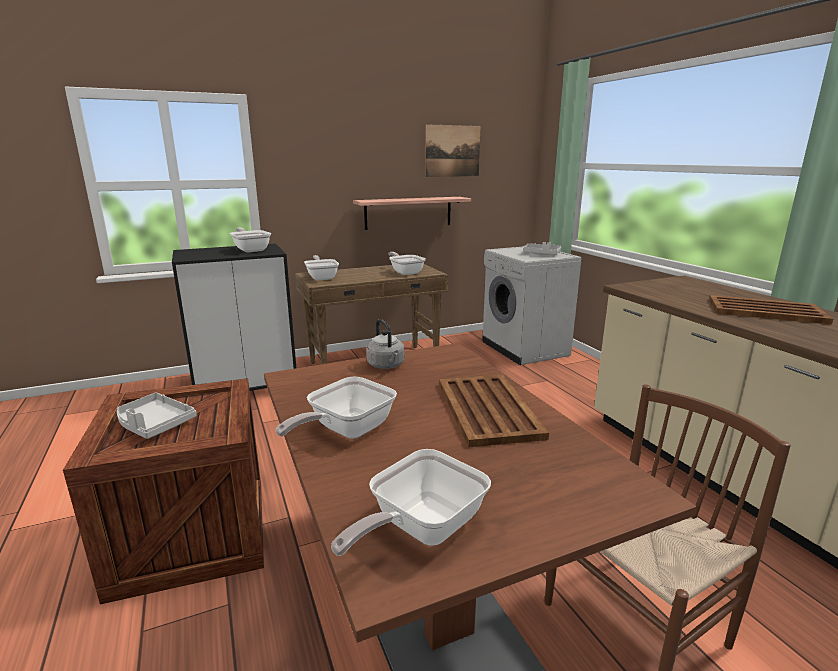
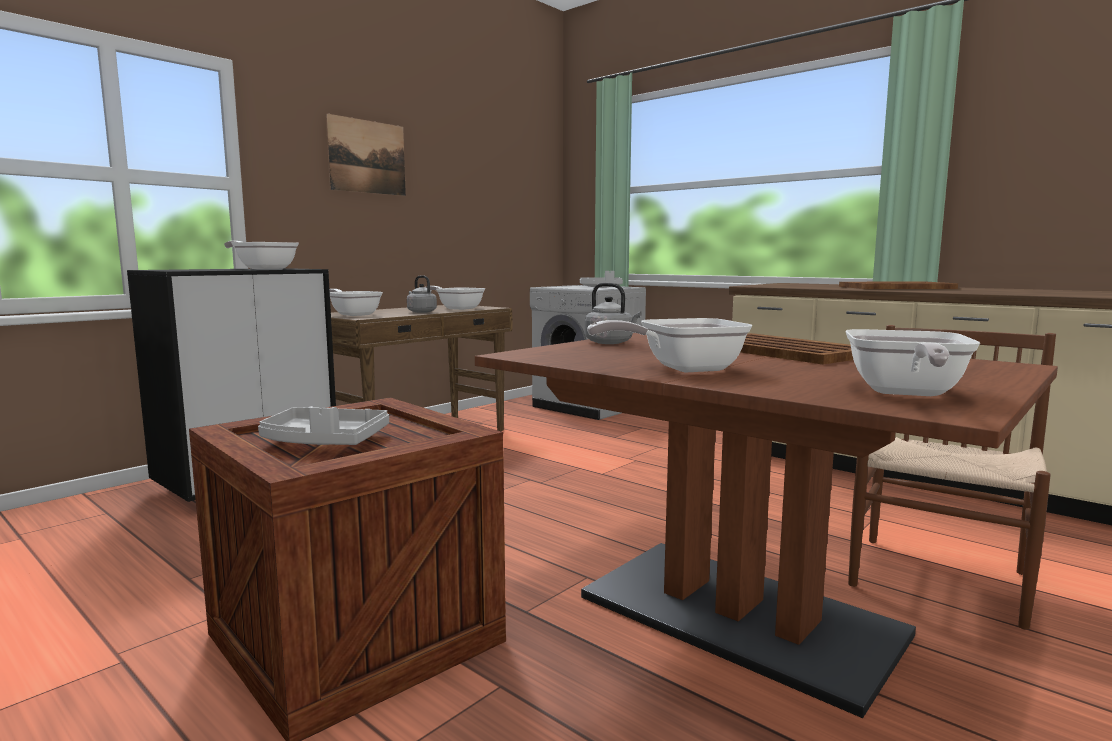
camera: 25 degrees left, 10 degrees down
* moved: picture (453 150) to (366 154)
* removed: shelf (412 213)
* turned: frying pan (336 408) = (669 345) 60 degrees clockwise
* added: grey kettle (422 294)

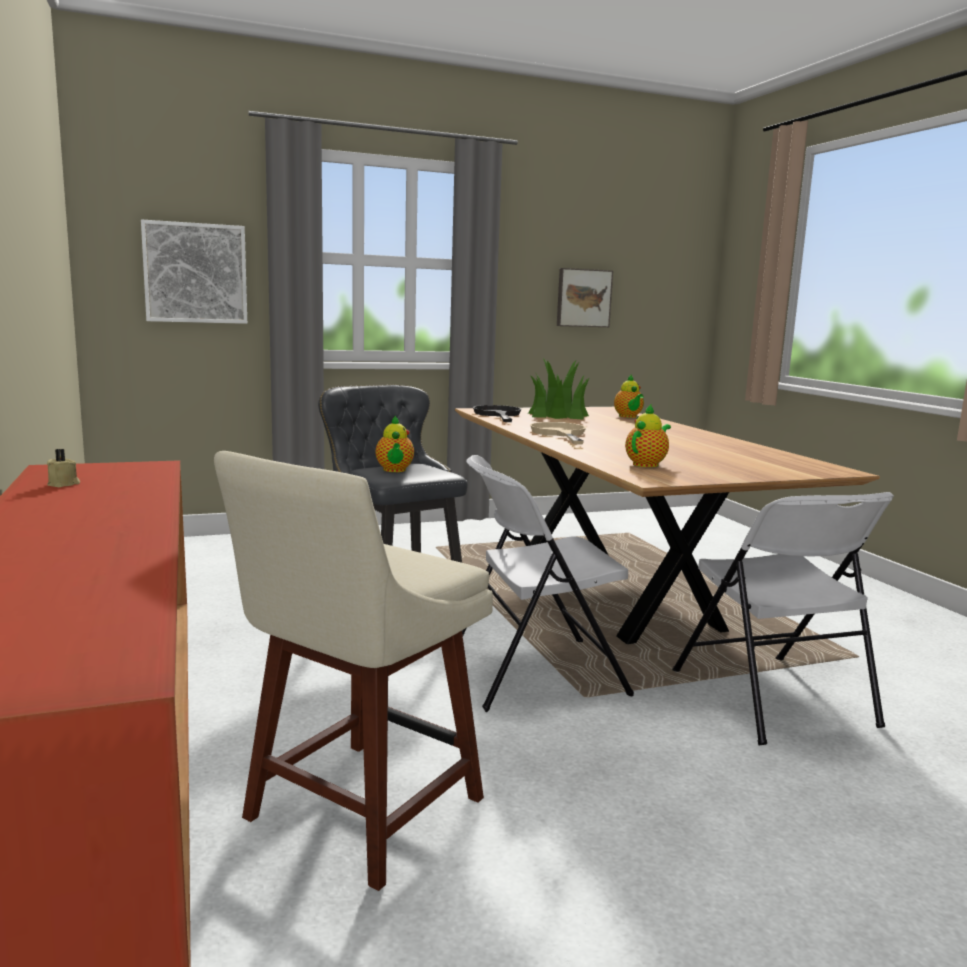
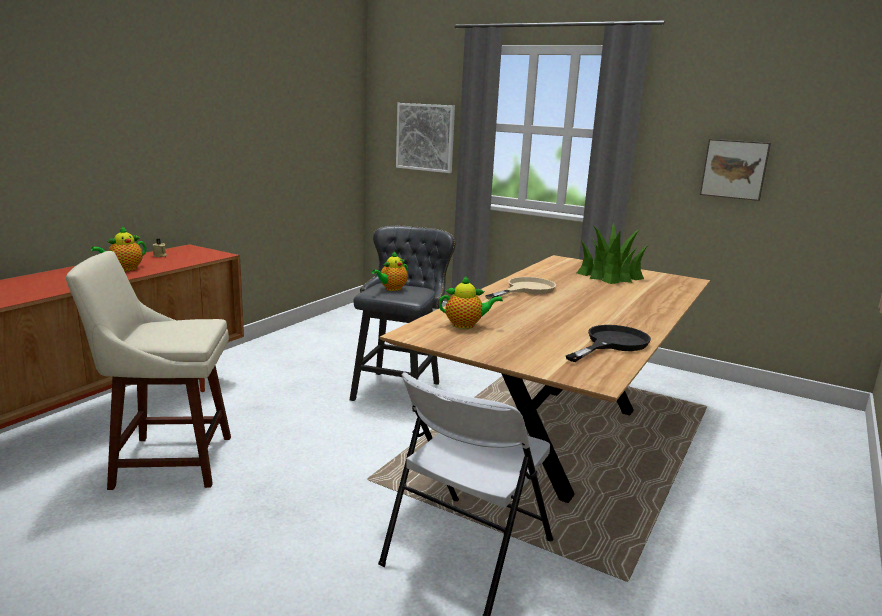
camera: 50 degrees right, 5 degrees up
* moved: teapot (629 396) to (118 248)
* moved: black frying pan (497 413) to (608 343)
* removed: white chair (548 583)

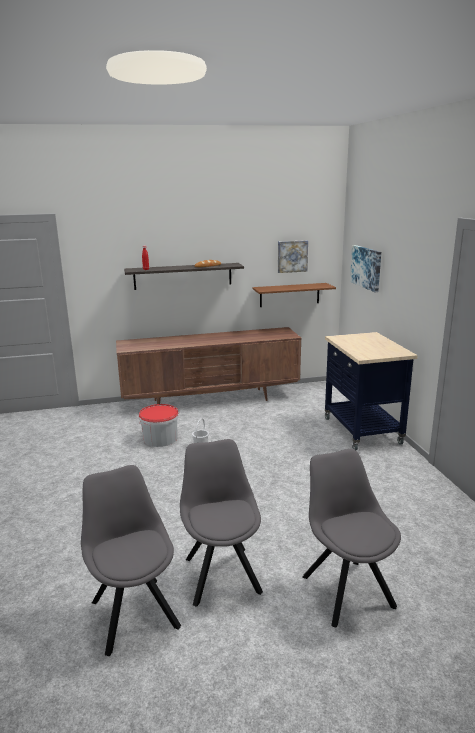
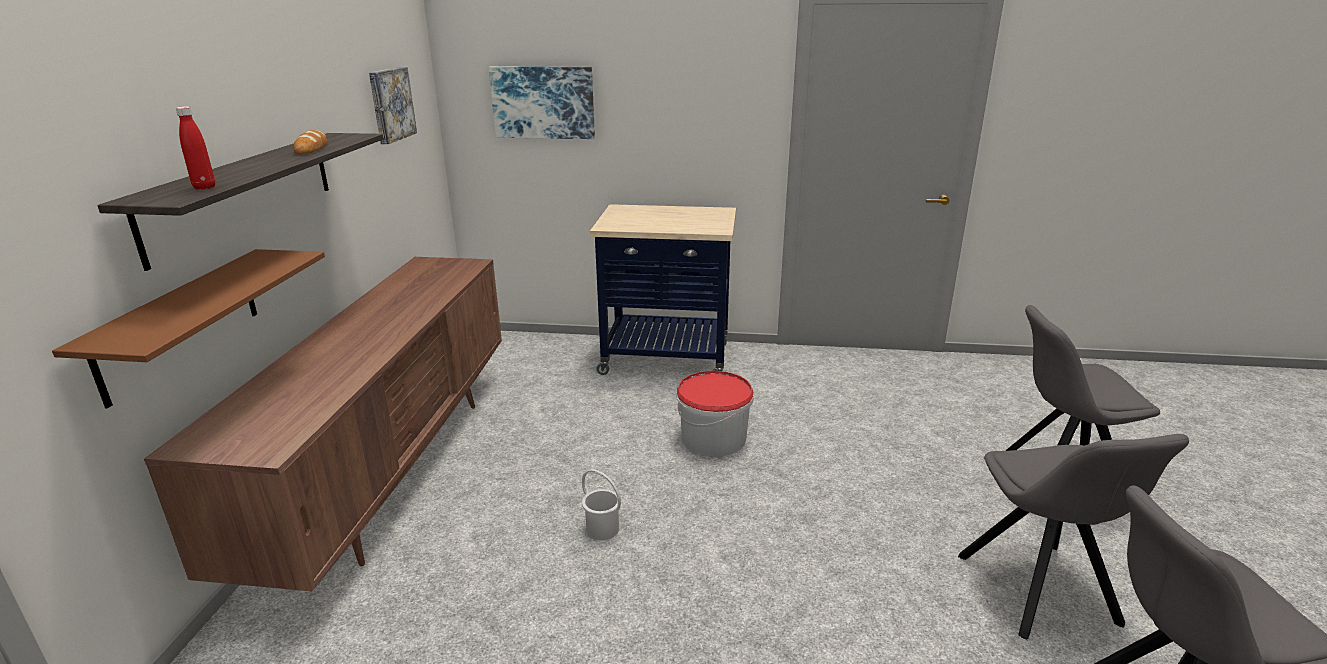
camera: 70 degrees left, 5 degrees up
* moved: brown shelf (294 295) to (188 328)
* moved: bucket (159 425) to (715 414)
* turned: grey chair (221 523) = (1073 537) 105 degrees counterclockwise

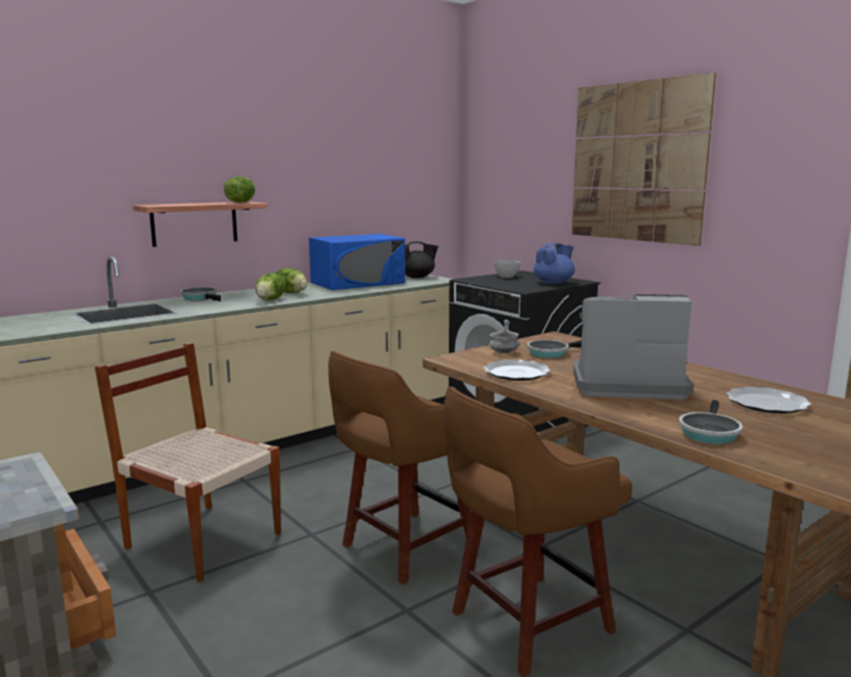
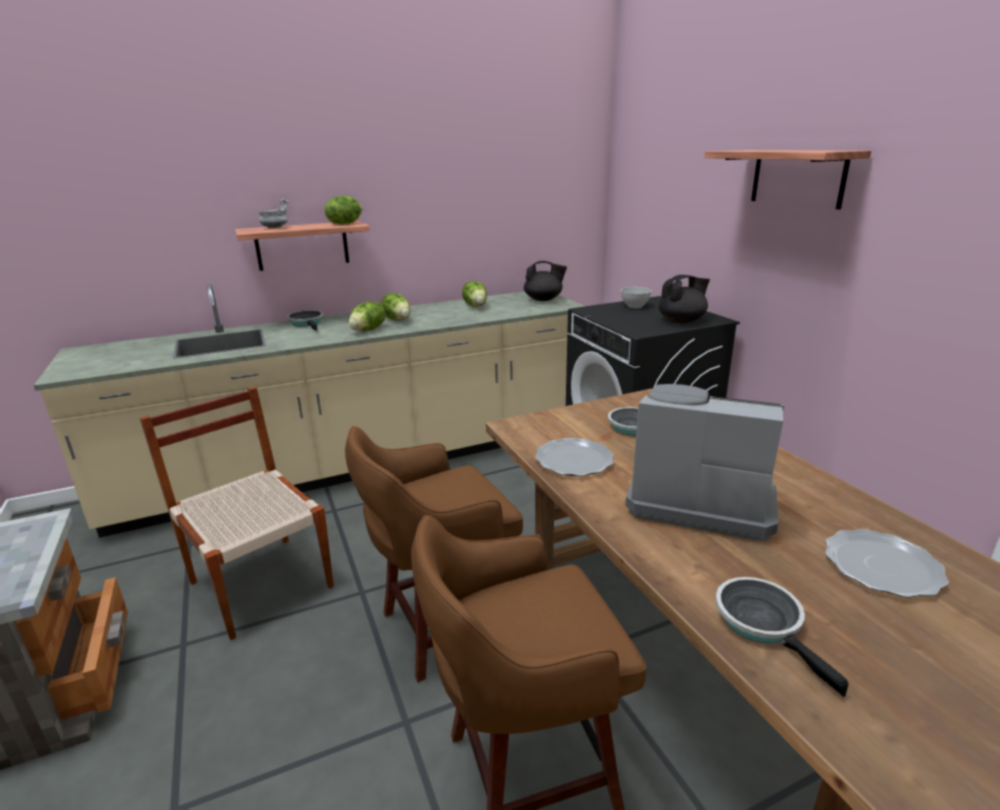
camera: 15 degrees right, 10 degrees up
* replaced: picture (644 159) to shelf (787 179)
* replaced: blue microwave (357 262) to lettuce (474 294)
* recoloured: blue teapot (554 263) to black teapot (684 299)
* moved: grey bowl (504 337) to (273 213)
* turned: frying pan (711 422) = (782 637) 120 degrees clockwise

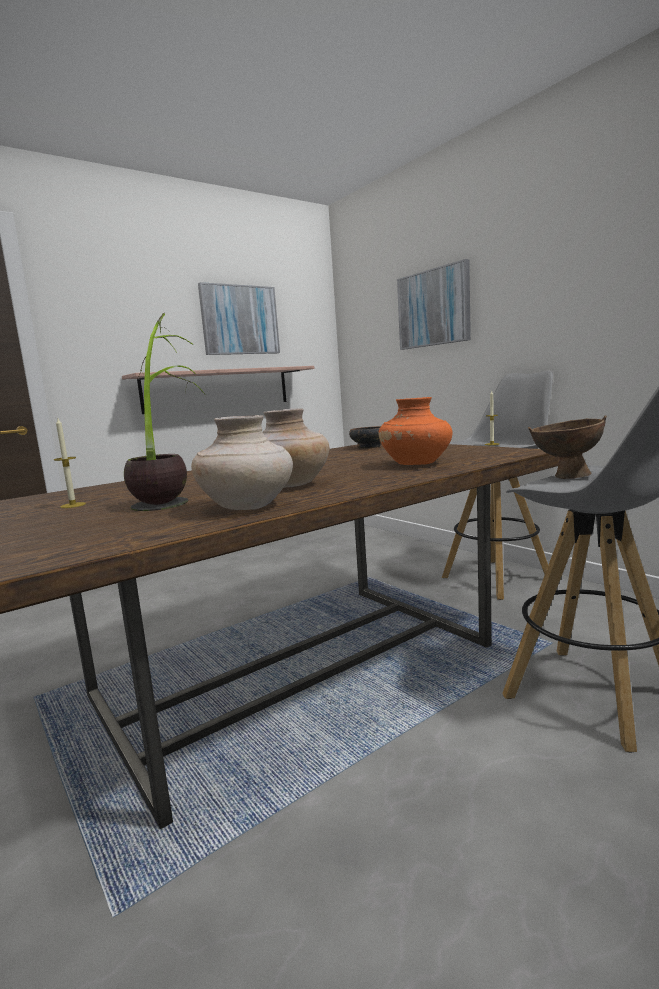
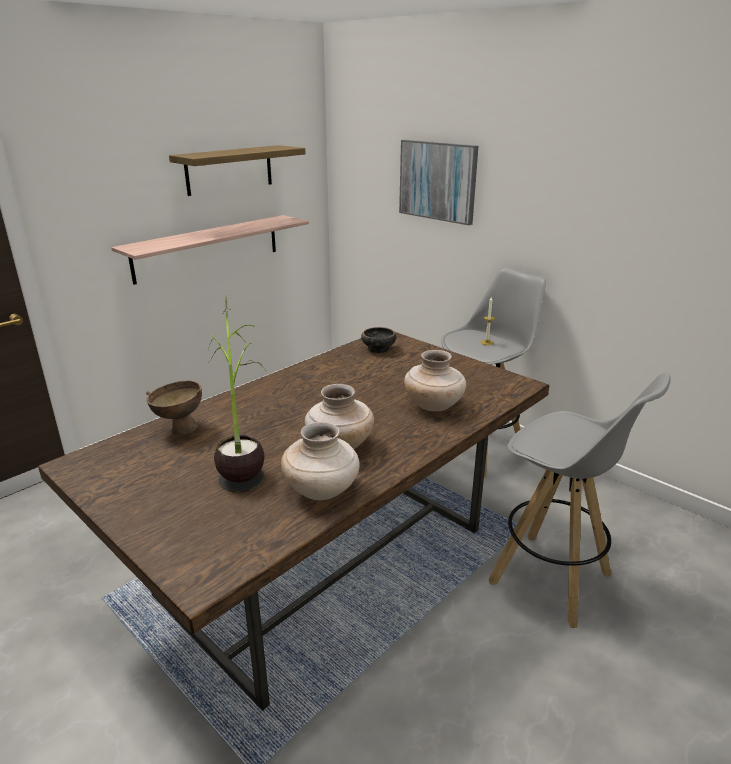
camera: 10 degrees left, 15 degrees up
* replaced: picture (239 318) to shelf (237 170)
* recoloured: orange vase (415 431) to beige vase (435 380)
* moved: brown bowl (567 447) to (174 408)
* removed: candle (70 463)

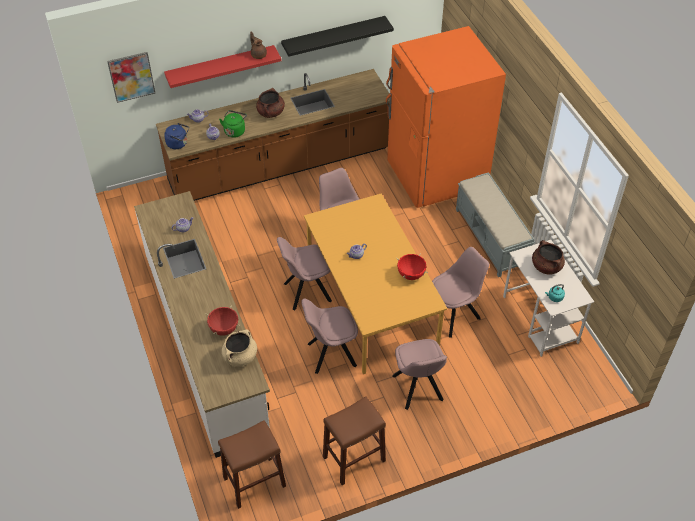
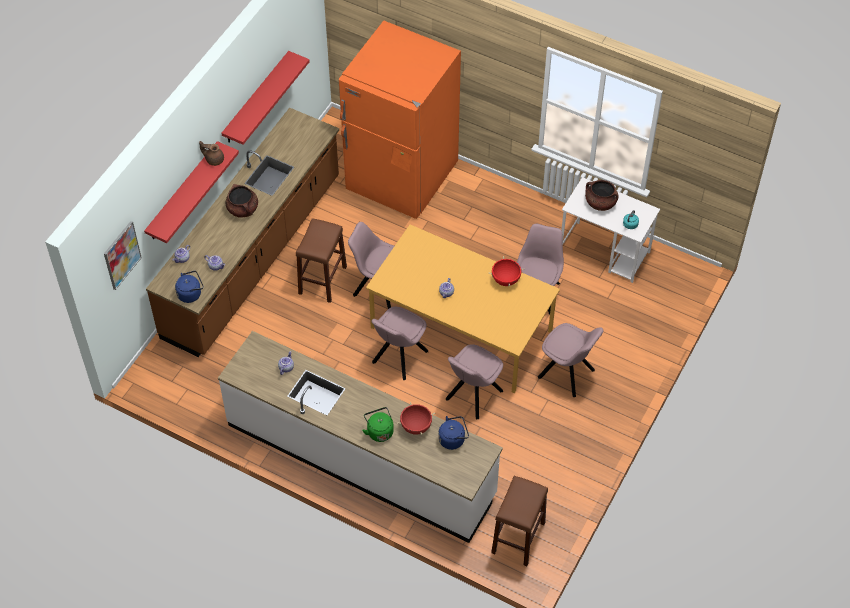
camera: 40 degrees left, 5 degrees up
* recoloured: black shelf (337 36) to red shelf (266 98)
* moved: green kettle (233 124) to (378 424)
* removed: grey bench (495 224)
* replaced: beige cooking pot (239 348) to blue kettle (453 433)
* moved: brown stool (354 440) to (321 260)

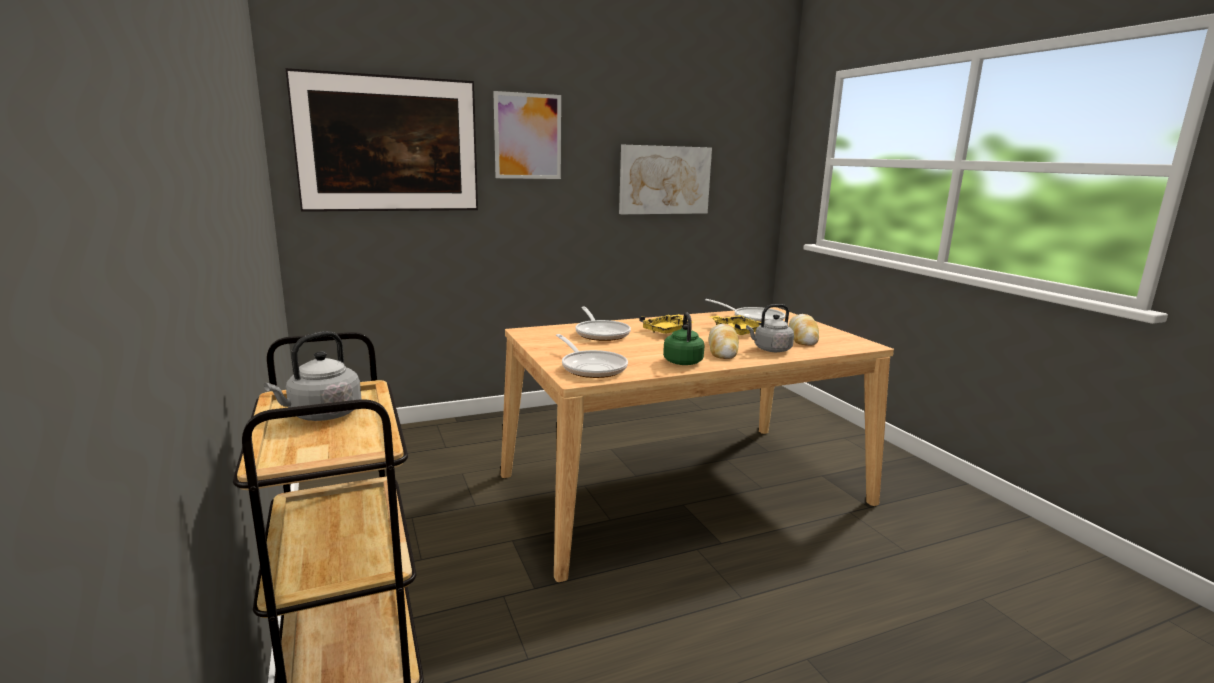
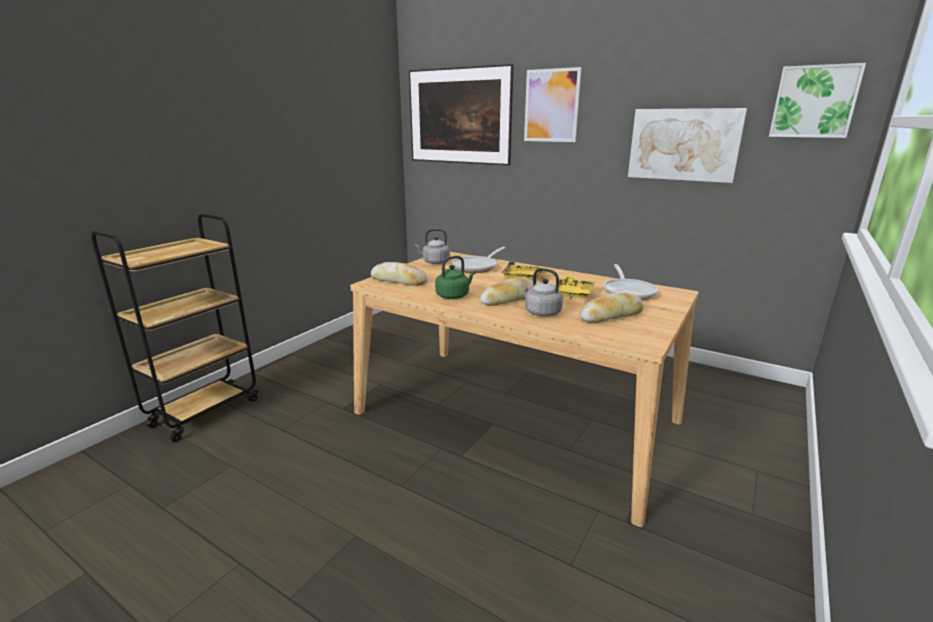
camera: 55 degrees right, 5 degrees up
* moved: grey kettle (312 376) to (432 246)
* replaced: frying pan (592 356) to bread (399 274)
* added: picture (817 100)

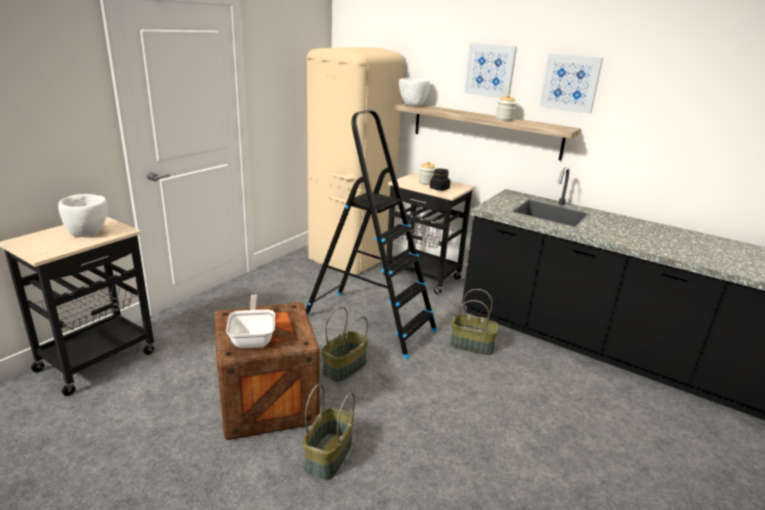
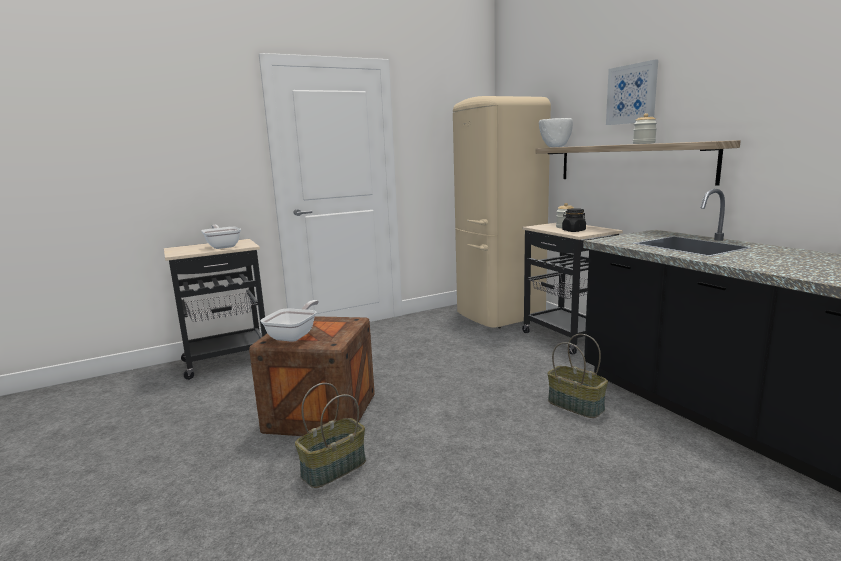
camera: 30 degrees right, 10 degrees down
* removed: picture (571 83)
* removed: black step ladder (372 234)
* replaced: white bowl (83 215) to frying pan (221 237)
* removed: basket (344 344)

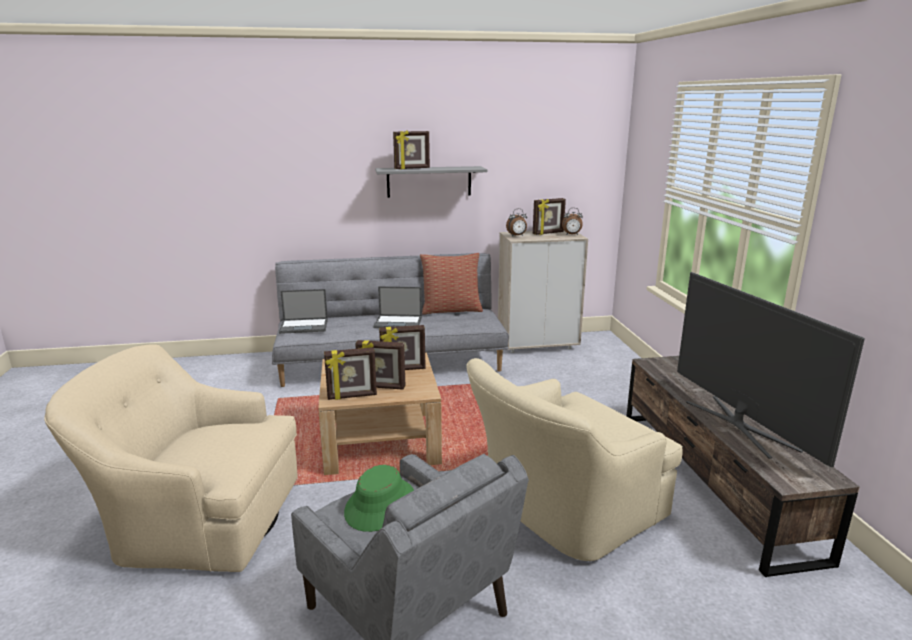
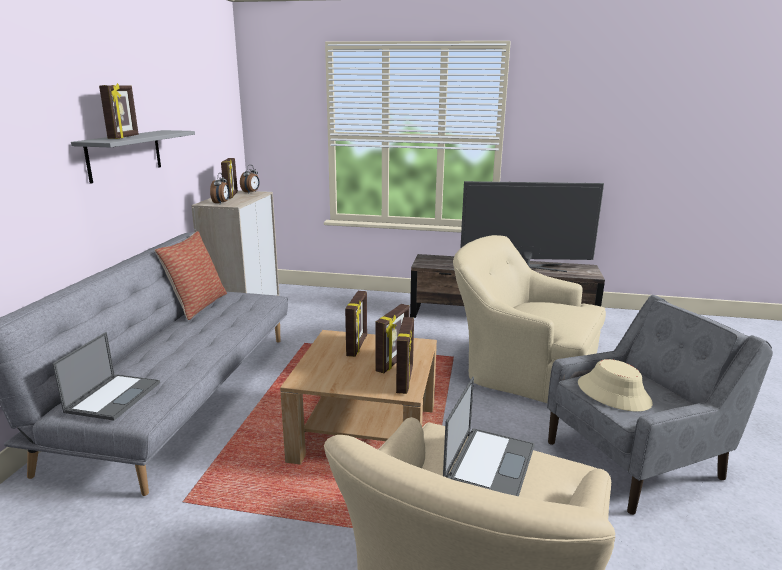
camera: 70 degrees left, 0 degrees up
* moved: laptop (397 307) to (489 436)
* turned: beige armchair (575 459) = (529 319) 135 degrees clockwise
* recoloured: green hat (379 498) to beige hat (615 385)

